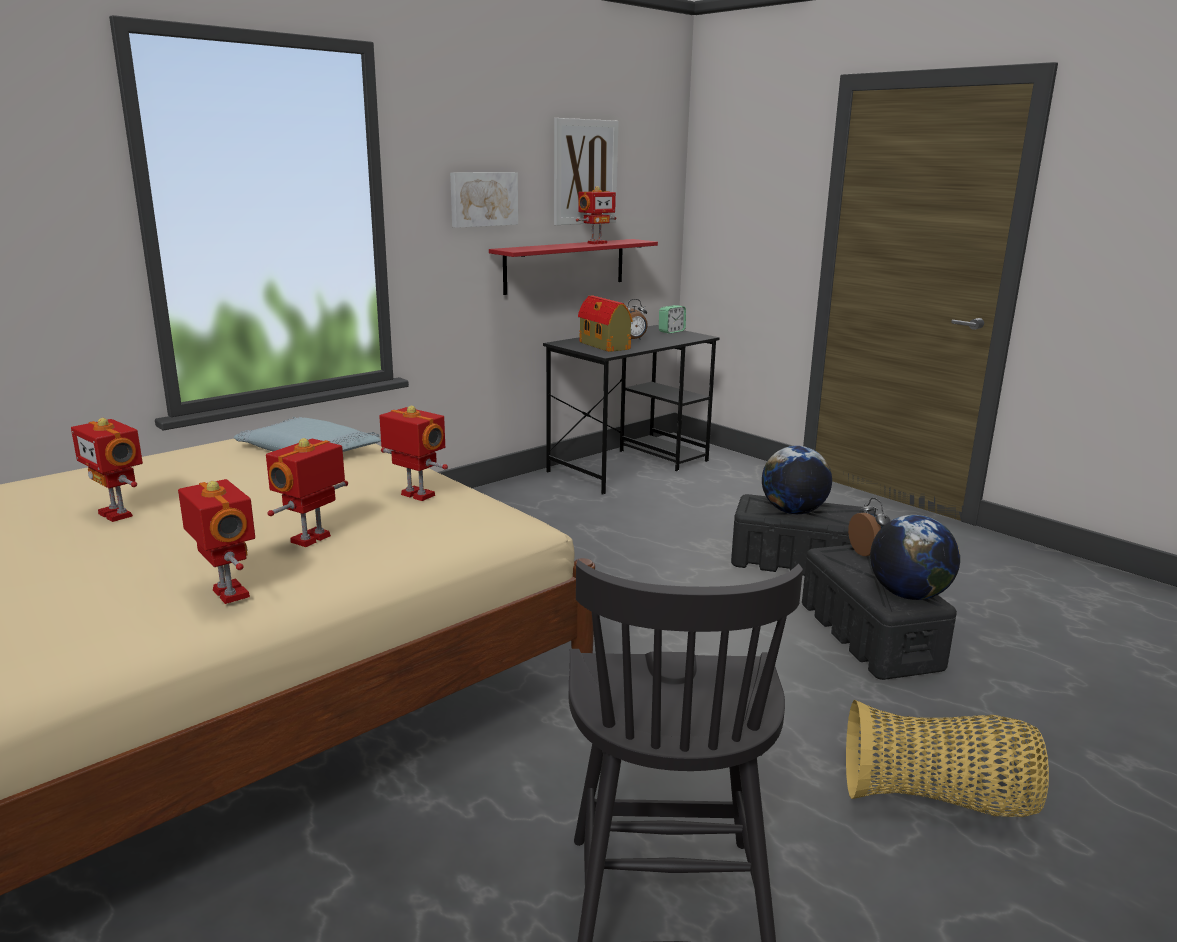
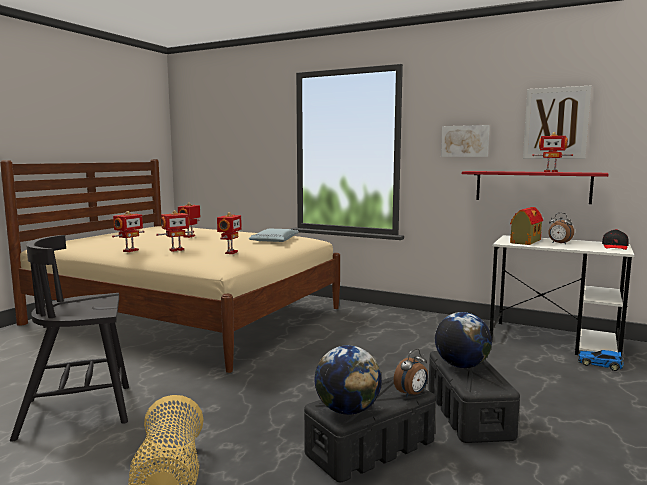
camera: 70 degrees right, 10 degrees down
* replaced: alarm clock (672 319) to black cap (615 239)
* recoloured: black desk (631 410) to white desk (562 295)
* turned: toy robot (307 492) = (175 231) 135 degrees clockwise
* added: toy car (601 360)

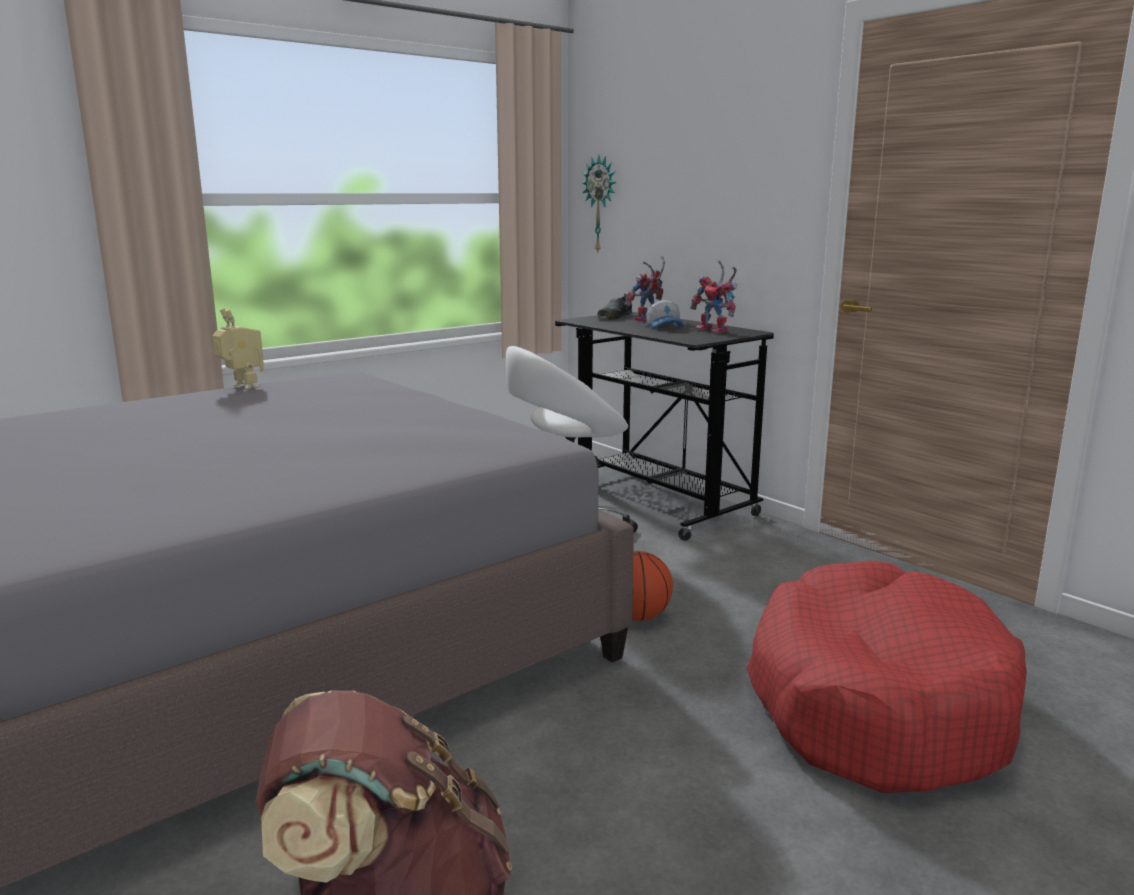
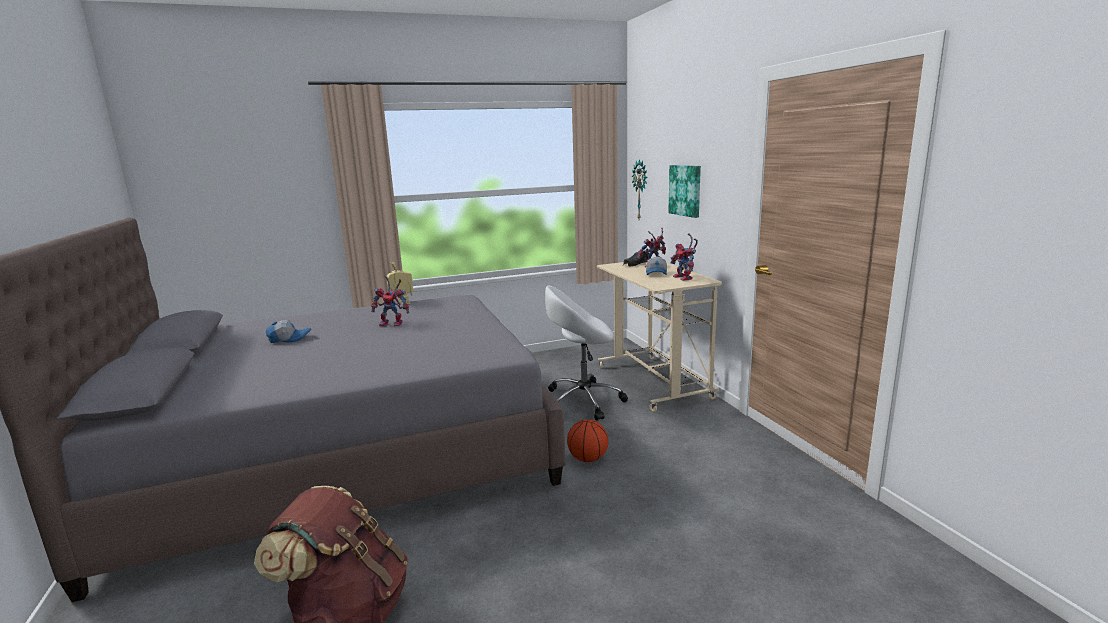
camera: 20 degrees right, 0 degrees up
* recoloured: black desk (664 426) to beige desk (659 337)
* removed: red dog bed (887 676)
* added: picture (684 191)
* added: toy robot (390 300)
* added: cap (288 331)

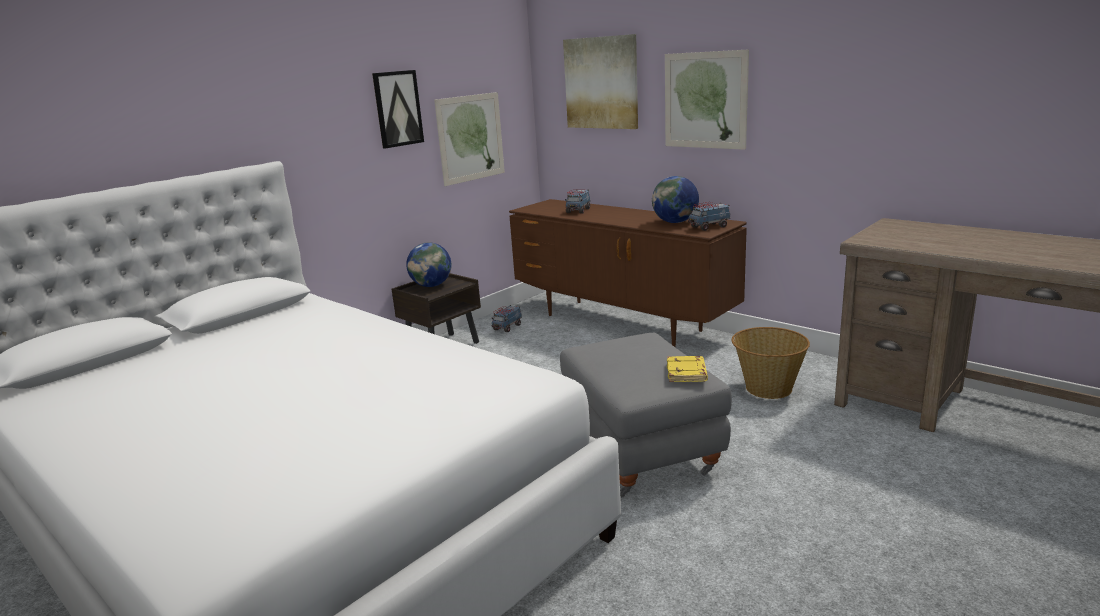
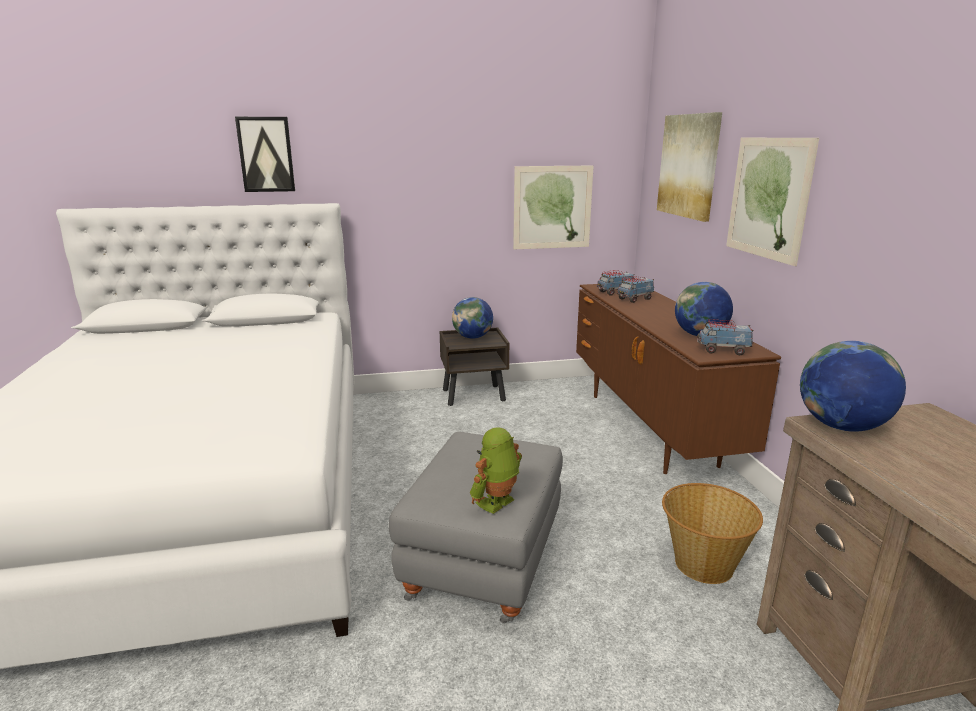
camera: 35 degrees right, 0 degrees up
* moved: picture (398 109) to (265 154)
* moved: toy truck (506 318) to (615 283)
* replaced: yellow book (687 369) to toy robot (496 470)
* added: globe (853 386)

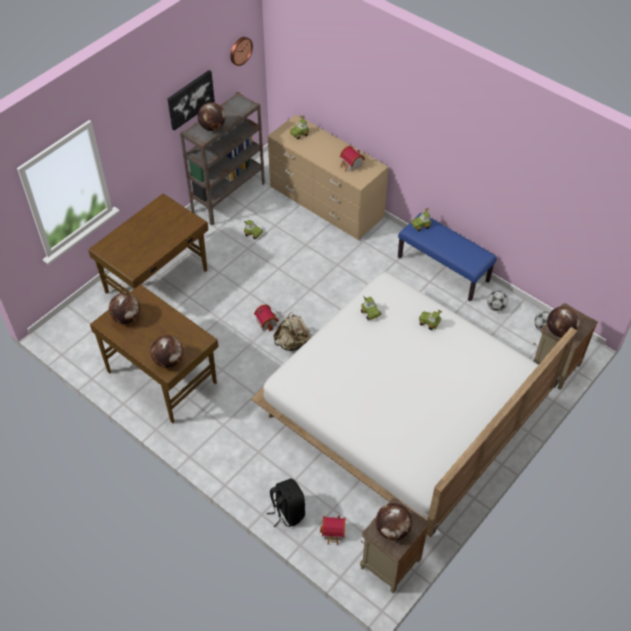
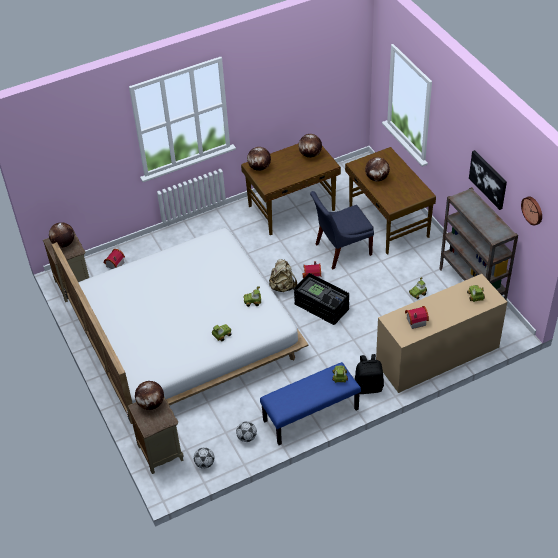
camera: 115 degrees right, 5 degrees down
* moved: globe (211 116) to (377 169)
* moved: black backpack (285 502) to (369 374)
* added: blue chair (342 230)
* added: black storage box (321 299)

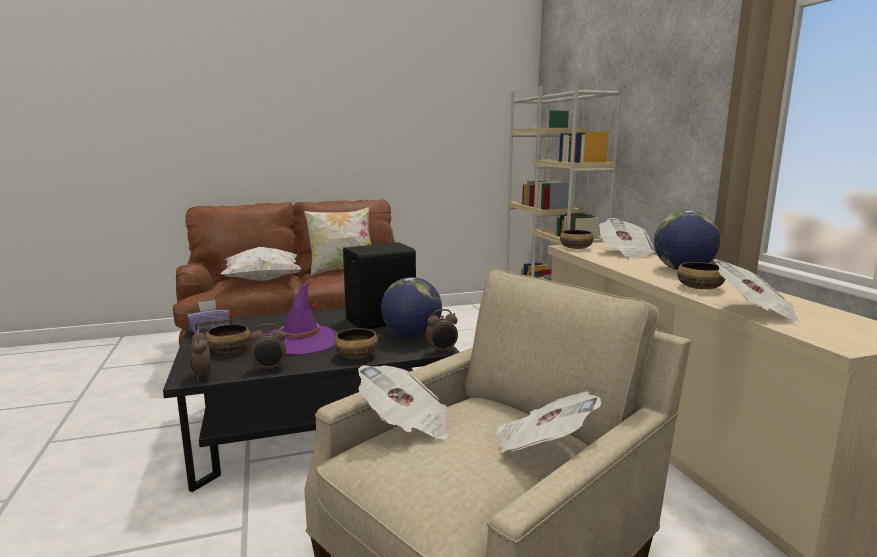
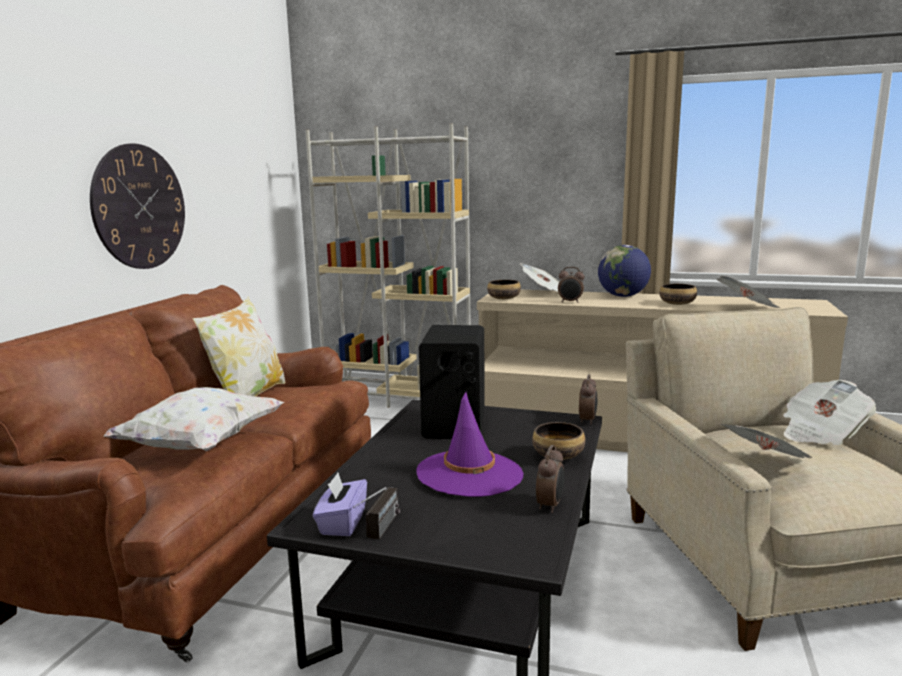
camera: 55 degrees left, 0 degrees up
* removed: globe (411 308)
* removed: bowl (228 338)
* moved: alarm clock (200 355) to (571 285)
* added: wall clock (137 206)

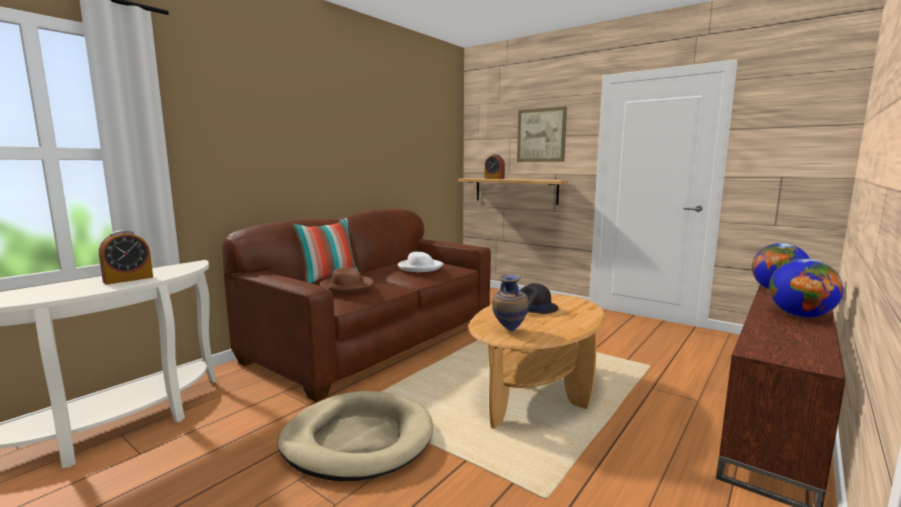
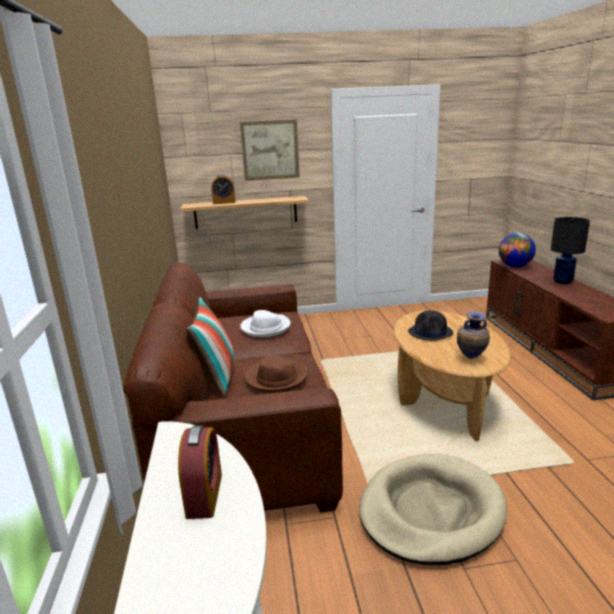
camera: 45 degrees left, 10 degrees up
* replaced: globe (806 288) to black table lamp (570 250)

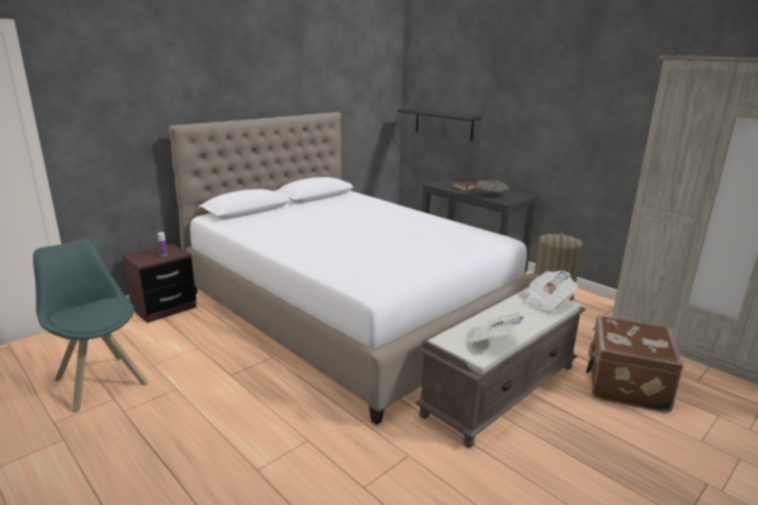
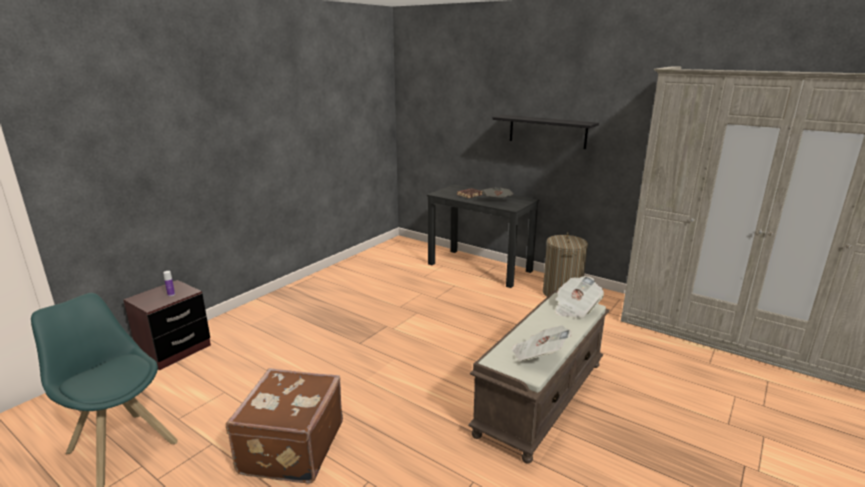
camera: 10 degrees left, 0 degrees up
* moved: black shelf (440 125) to (545 132)
* removed: white bed (354 268)
* moved: brown suitcase (635 364) to (284 426)

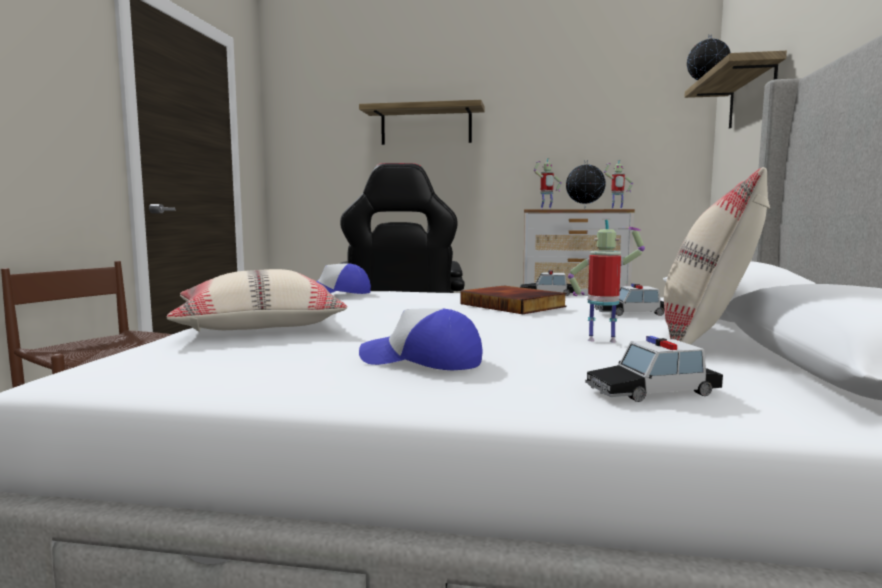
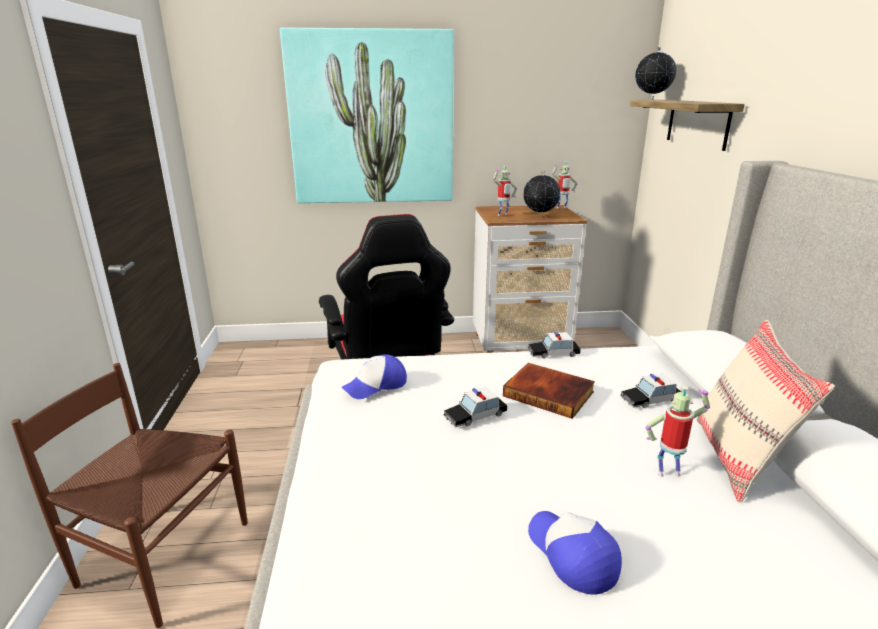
camera: 15 degrees left, 15 degrees up
* replaced: shelf (422 122) to picture (367 115)
* removed: beige pillow (257 300)
* turned: cap (421 339) = (575 553) 60 degrees clockwise
* moved: toy car (654 369) to (475 406)

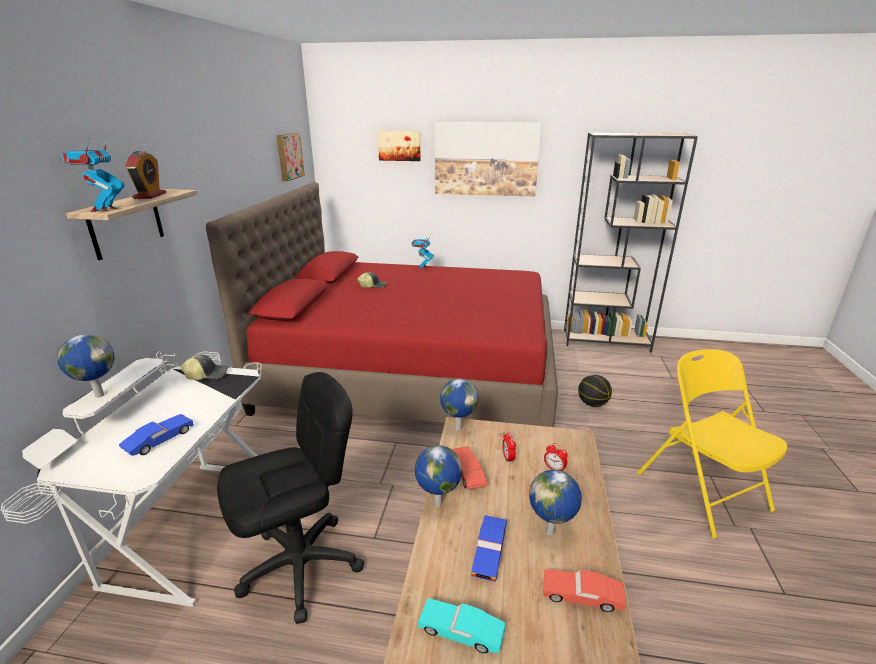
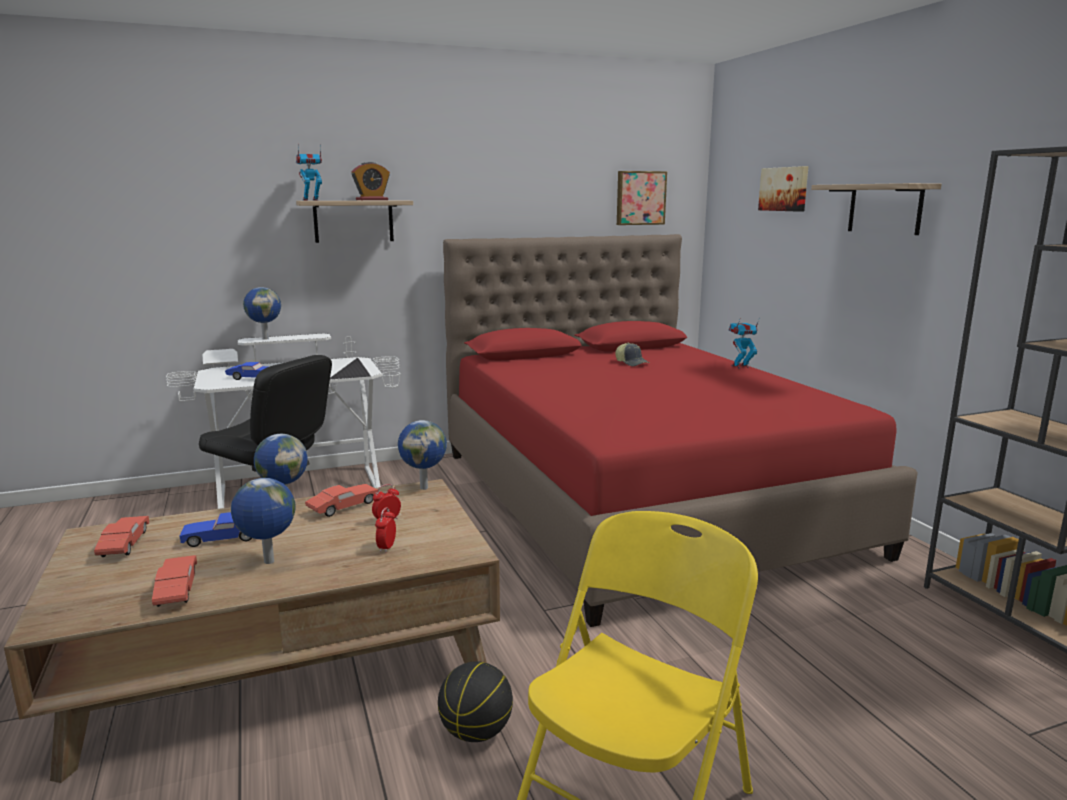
camera: 60 degrees right, 10 degrees down
* replaced: picture (488 159) to shelf (876 209)
* removed: cap (204 367)
* moved: basketball (595 391) to (475 701)
* recoloured: turquoise toy car (462 625) to red toy car (121 536)

